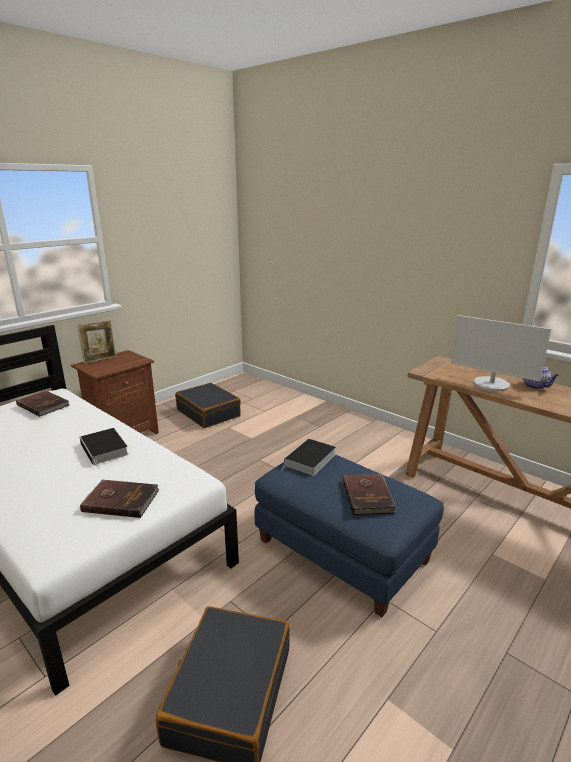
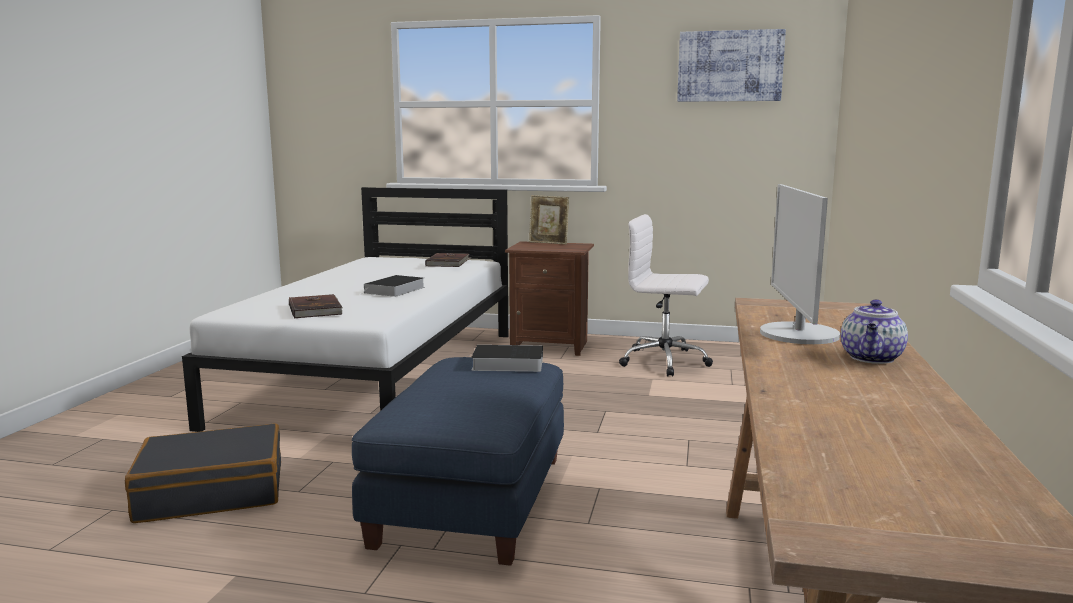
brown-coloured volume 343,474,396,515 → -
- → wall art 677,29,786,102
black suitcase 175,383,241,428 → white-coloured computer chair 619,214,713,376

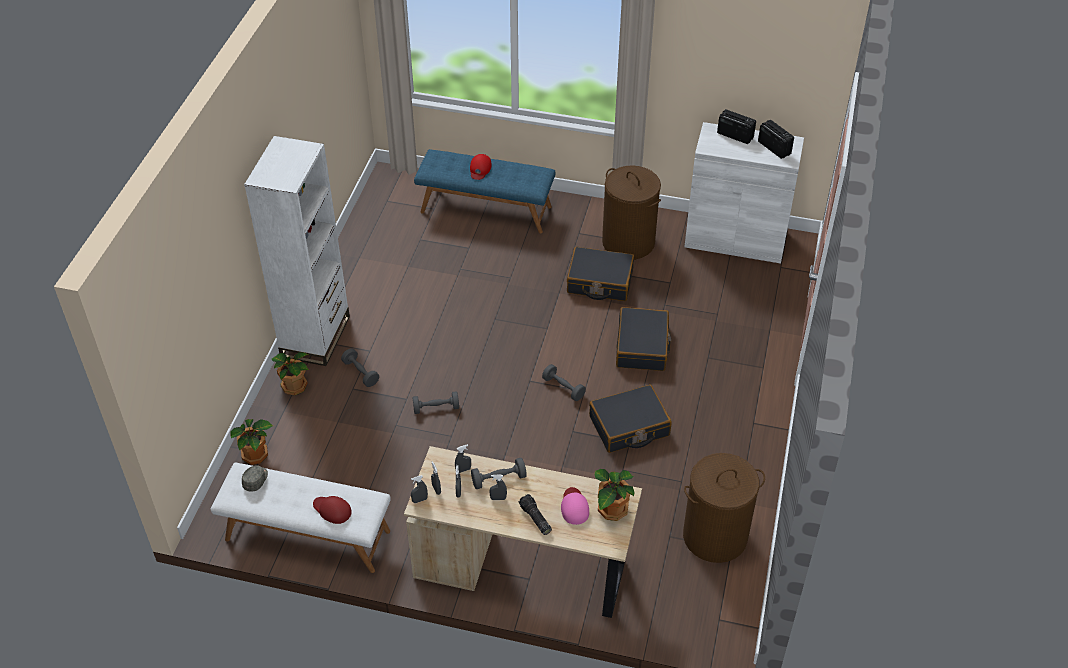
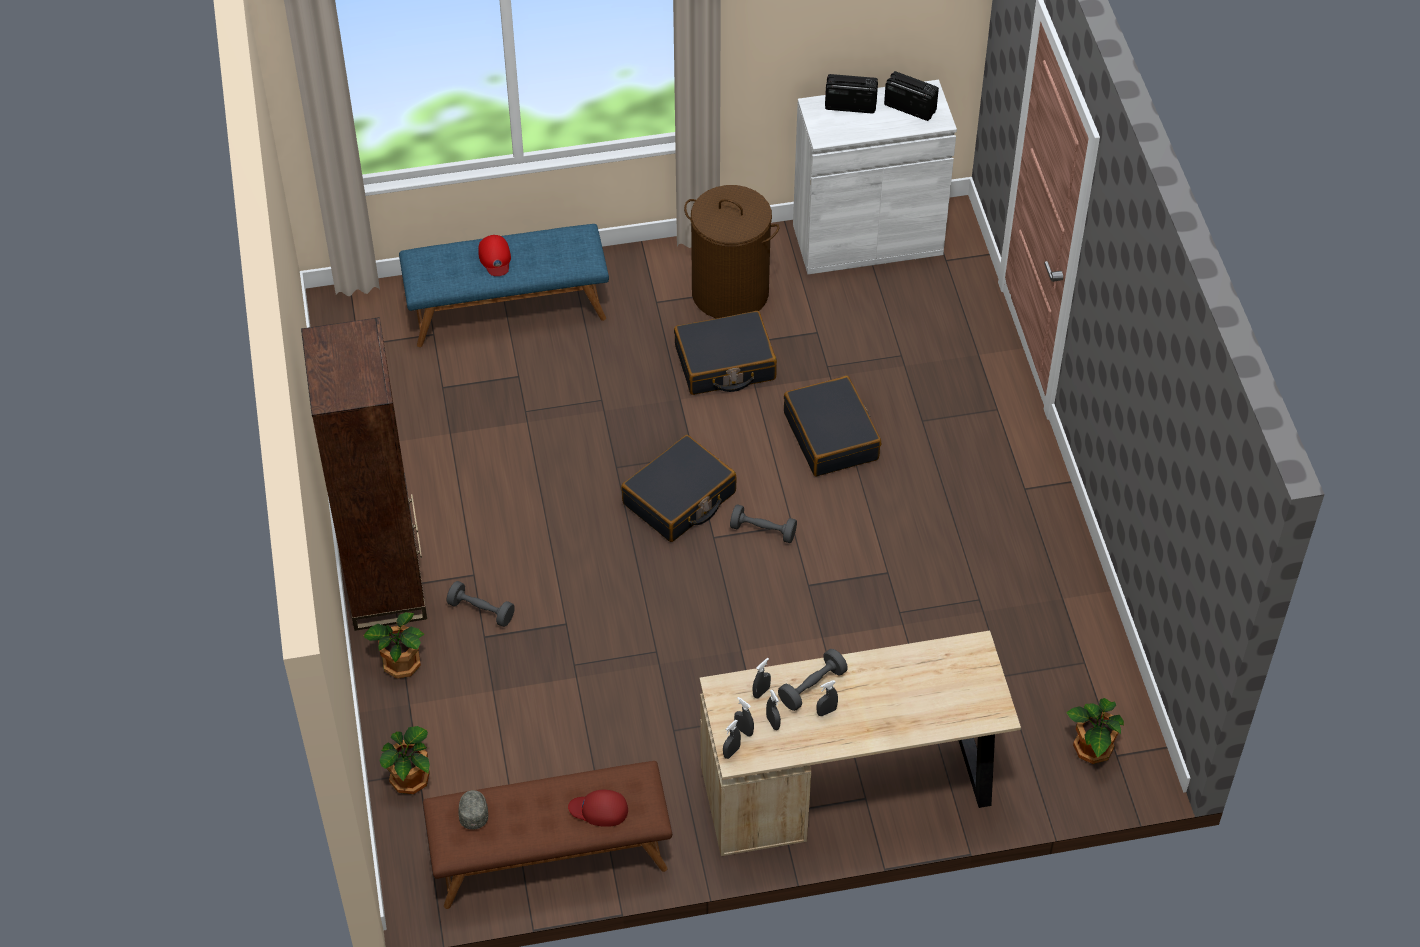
greyish dumbbell 412,391,459,414 → -
hand torch 519,494,552,535 → -
pink-coloured peaked cap 561,487,589,525 → -
brown-coloured hamper 683,453,765,563 → -
black suitcase 589,385,672,453 → black suitcase 621,435,737,542, shifted
plant in a pot 594,469,635,521 → plant in a pot 1066,698,1124,764, shifted
white-coloured bench 211,463,391,573 → brown-coloured bench 423,761,672,909
white-coloured bookcase 244,136,350,366 → brown-coloured bookcase 301,317,427,631

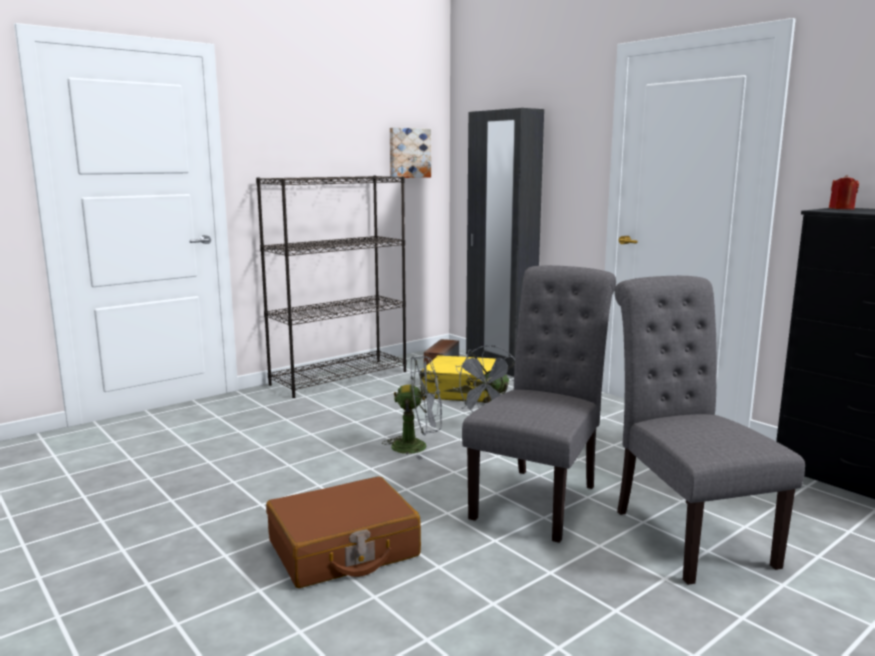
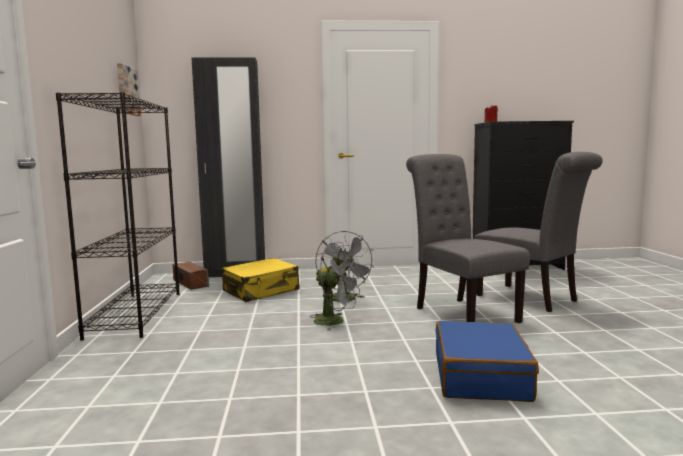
brown-coloured suitcase 266,476,421,588 → blue-coloured suitcase 436,321,539,402
greyish fan 382,356,442,460 → greyish fan 310,242,361,331, 75 degrees clockwise
greyish plain chair 614,276,805,585 → greyish plain chair 474,152,603,312, 150 degrees counterclockwise

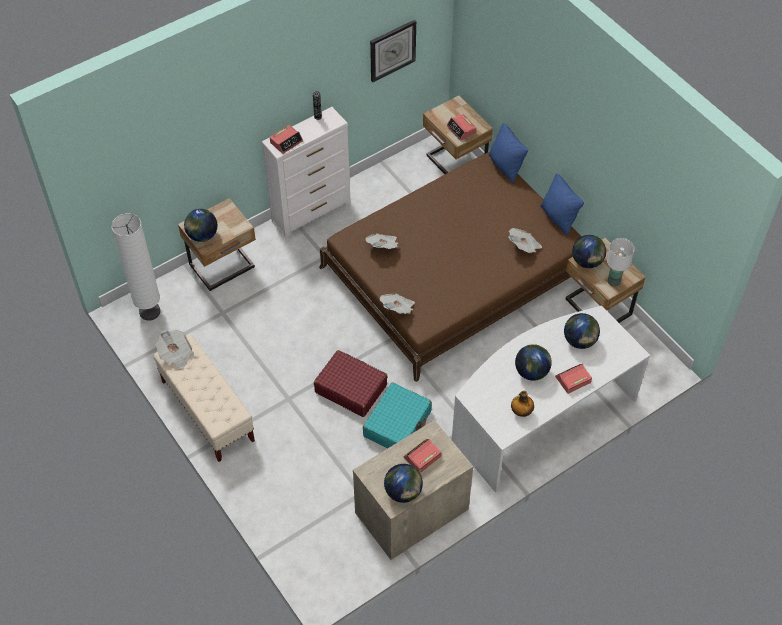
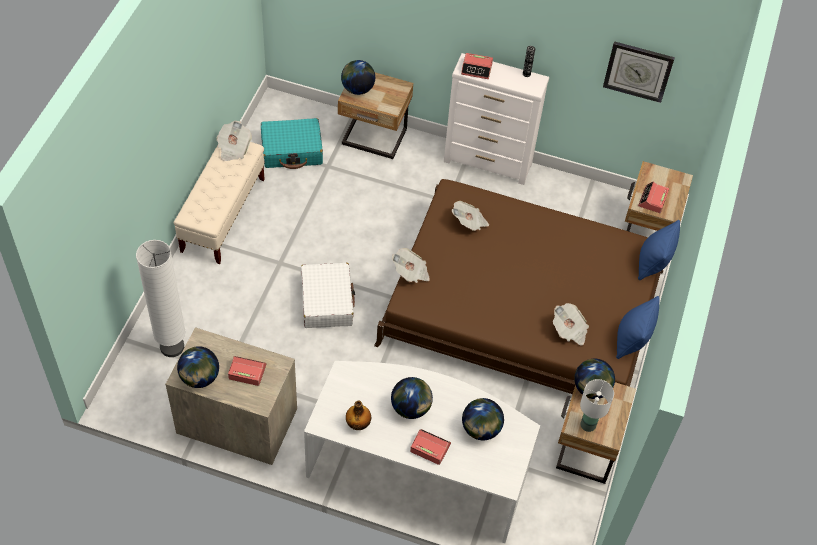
white-coloured floor lamp 111,213,160,321 → white-coloured floor lamp 136,240,185,357, shifted
blue-green suitcase 363,382,432,448 → blue-green suitcase 261,118,323,169, shifted
red-coloured suitcase 314,350,388,417 → white-coloured suitcase 300,263,355,328

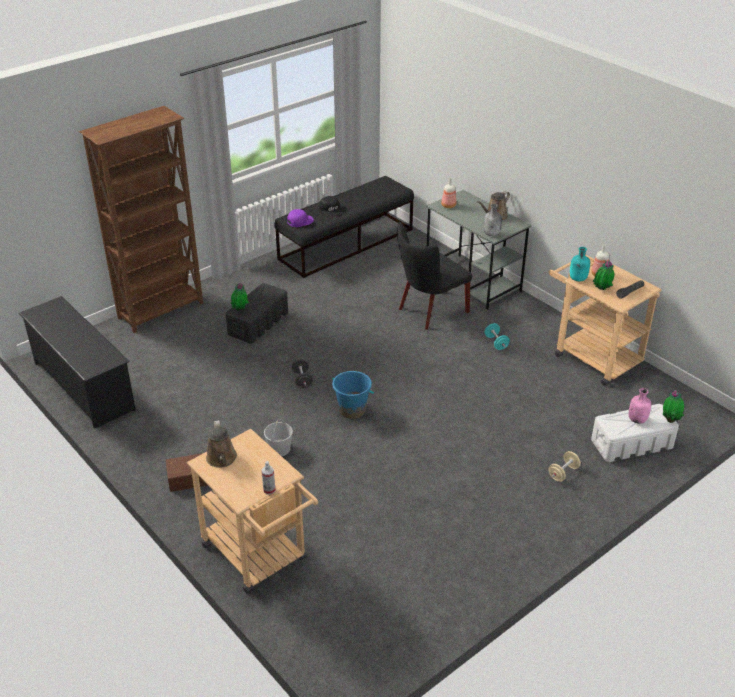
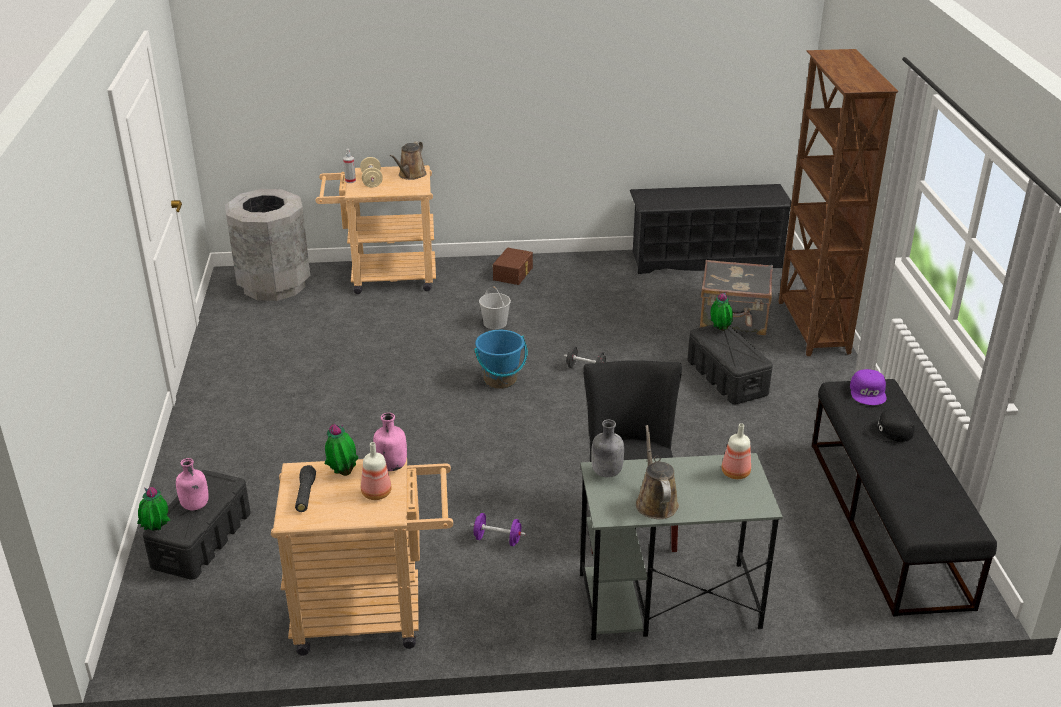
- → greyish rubbish bin 225,189,310,301
- → greyish suitcase 700,260,773,335
beige-coloured dumbbell 548,451,581,482 → beige-coloured dumbbell 360,157,383,187, shifted
blue-green dumbbell 485,323,510,350 → purple dumbbell 470,513,526,546
blue-green beverage bottle 570,247,590,281 → pink-coloured beverage bottle 373,413,407,471
white-coloured storage bin 591,404,679,462 → black storage bin 143,470,251,580
brown-coloured sprinkling can 206,420,237,468 → brown-coloured sprinkling can 390,141,427,180, 90 degrees counterclockwise

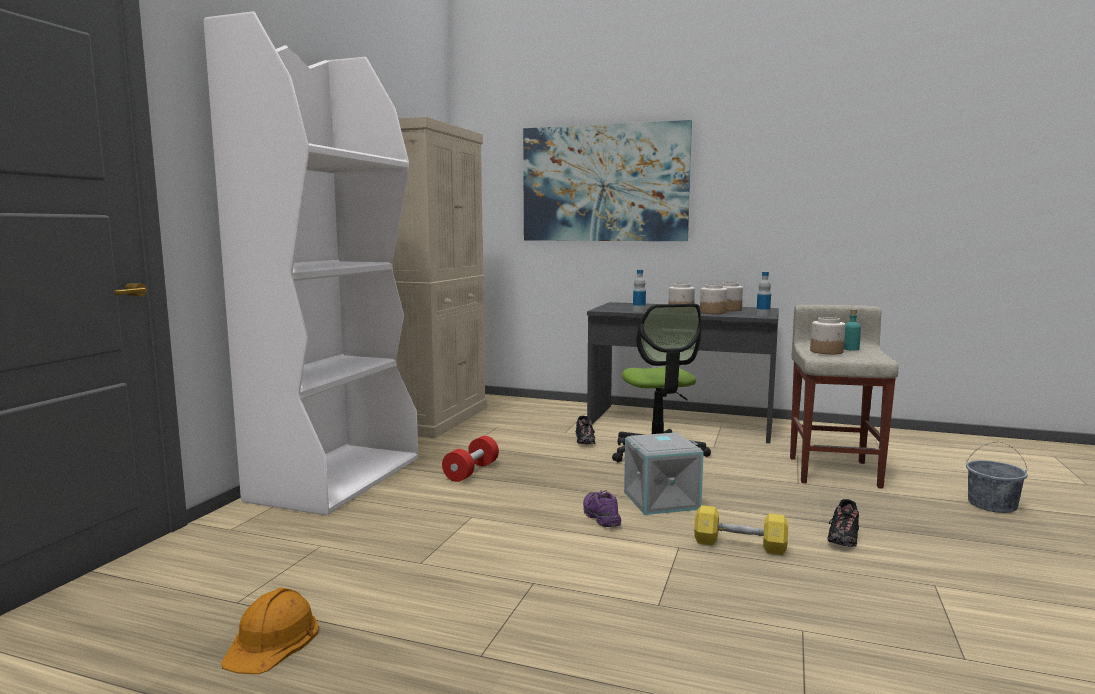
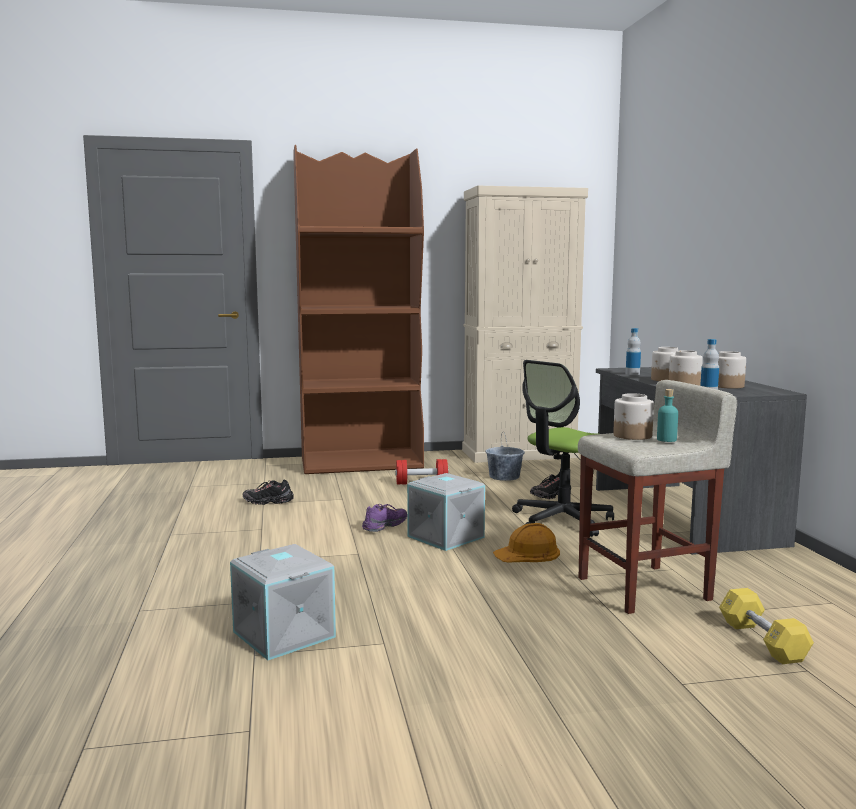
wall art 523,120,692,241 → -
- → greyish storage bin 230,544,336,660
orange-coloured work helmet 221,588,319,674 → orange-coloured work helmet 493,523,560,563, shifted
yellow dumbbell 694,505,788,555 → yellow dumbbell 719,588,814,664, shifted
black low shoe 827,499,859,547 → black low shoe 243,479,294,505, shifted
greyish water bucket 966,442,1028,513 → greyish water bucket 485,431,525,481, shifted
white-coloured bookcase 203,11,418,515 → brown-coloured bookcase 293,145,424,474

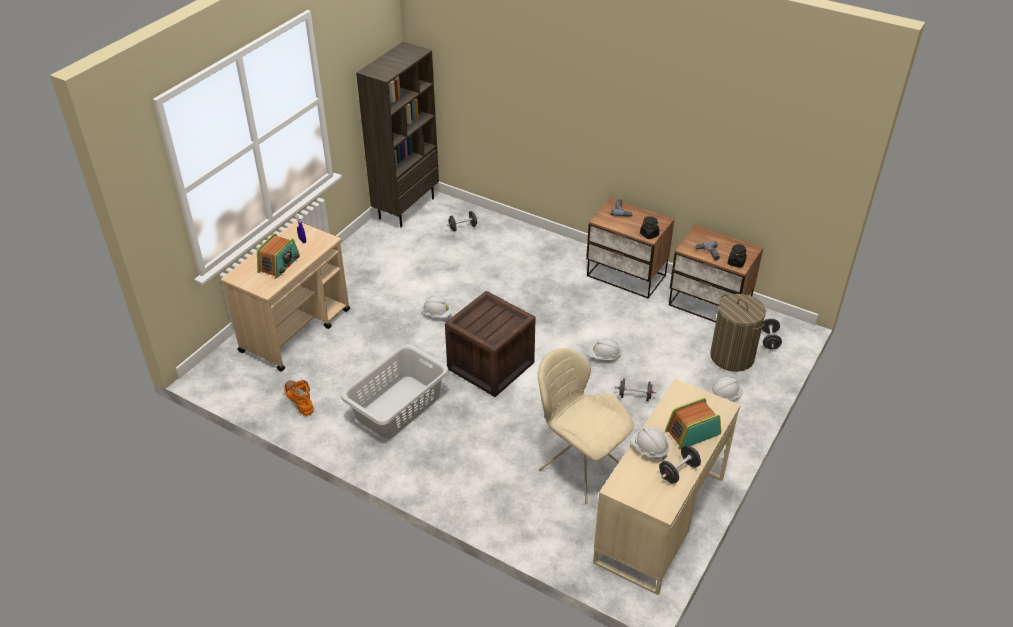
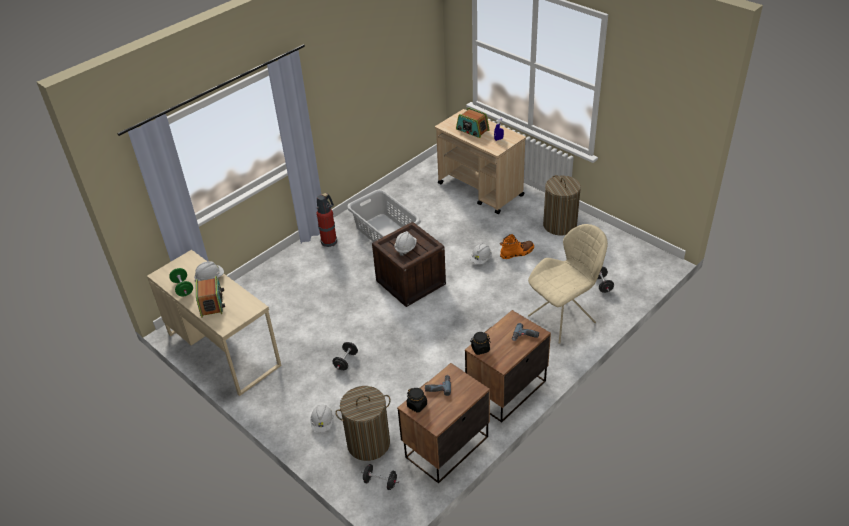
brown-coloured bookcase 356,42,439,227 → -
- → extinguisher 316,193,337,247
- → hamper 543,175,581,236
orange-coloured tall boot 284,380,314,416 → orange-coloured tall boot 500,234,534,259, shifted
beige-coloured plain chair 538,348,634,504 → beige-coloured plain chair 528,224,608,344, shifted
white-coloured work helmet 589,338,621,360 → white-coloured work helmet 394,231,417,256, shifted
black dumbbell 659,445,701,484 → green dumbbell 169,268,193,296

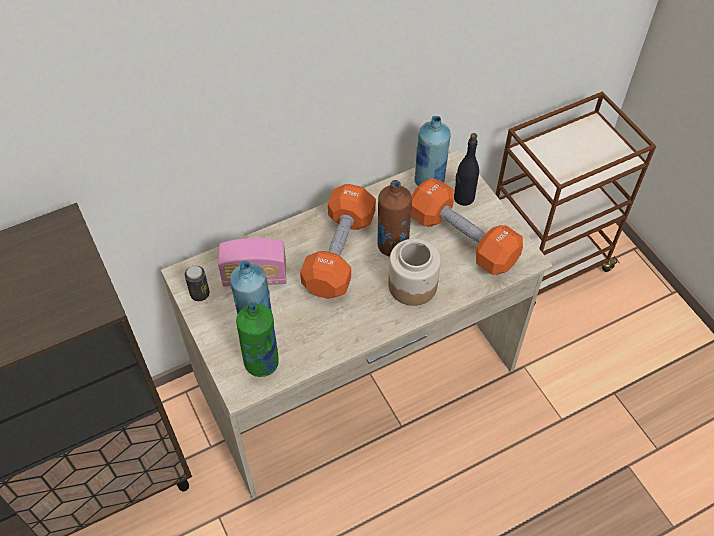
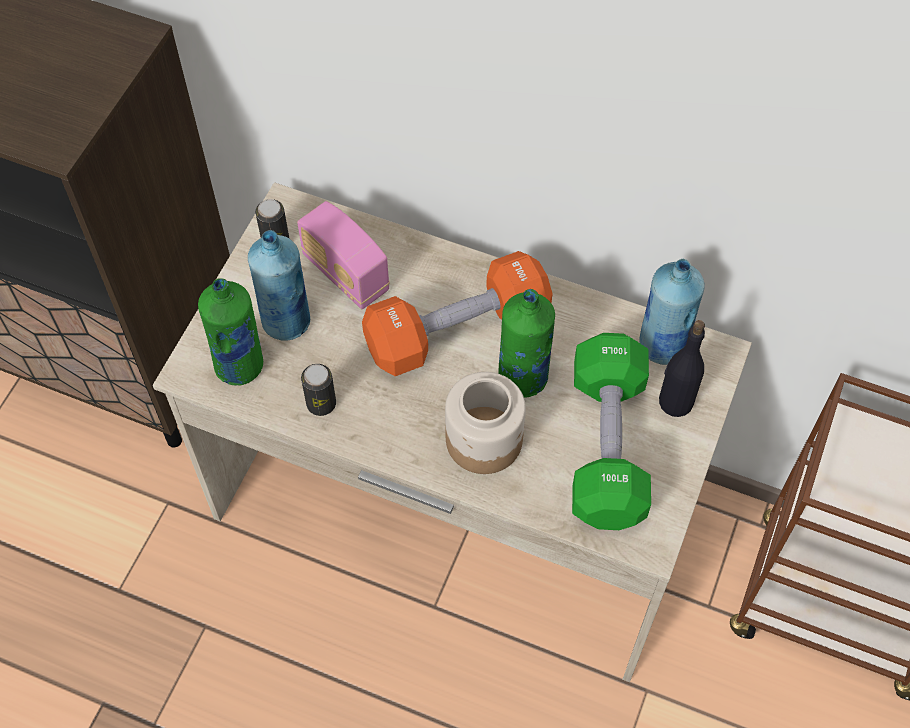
- → can 301,364,336,416
brown-coloured beverage bottle 377,180,412,257 → green beverage bottle 498,289,555,397
orange-coloured dumbbell 411,178,523,275 → green dumbbell 572,333,651,530

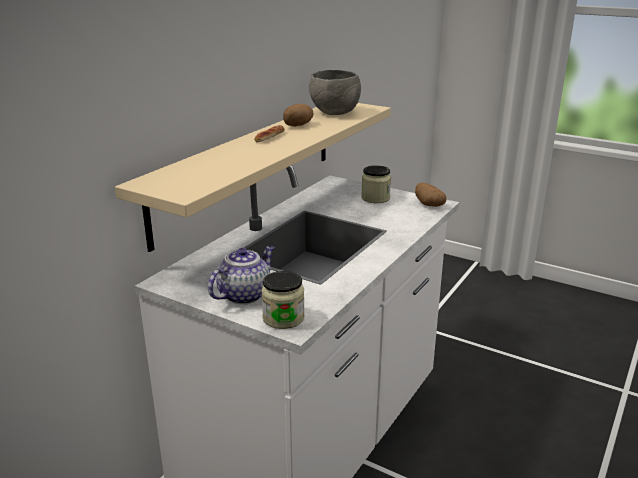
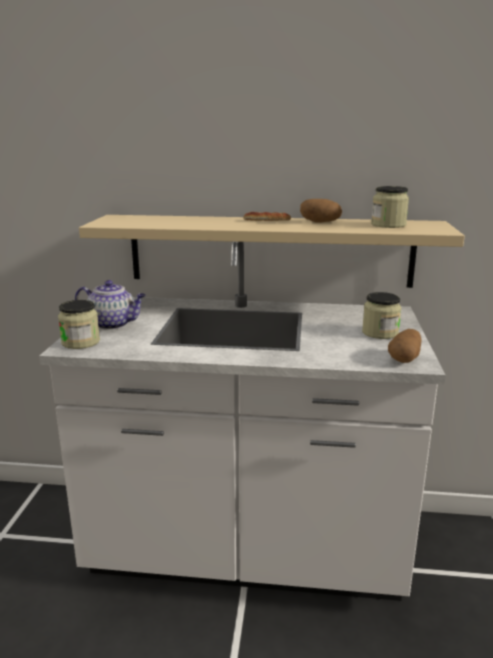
greyish serving bowl 309,70,361,115 → jar 371,186,409,228

